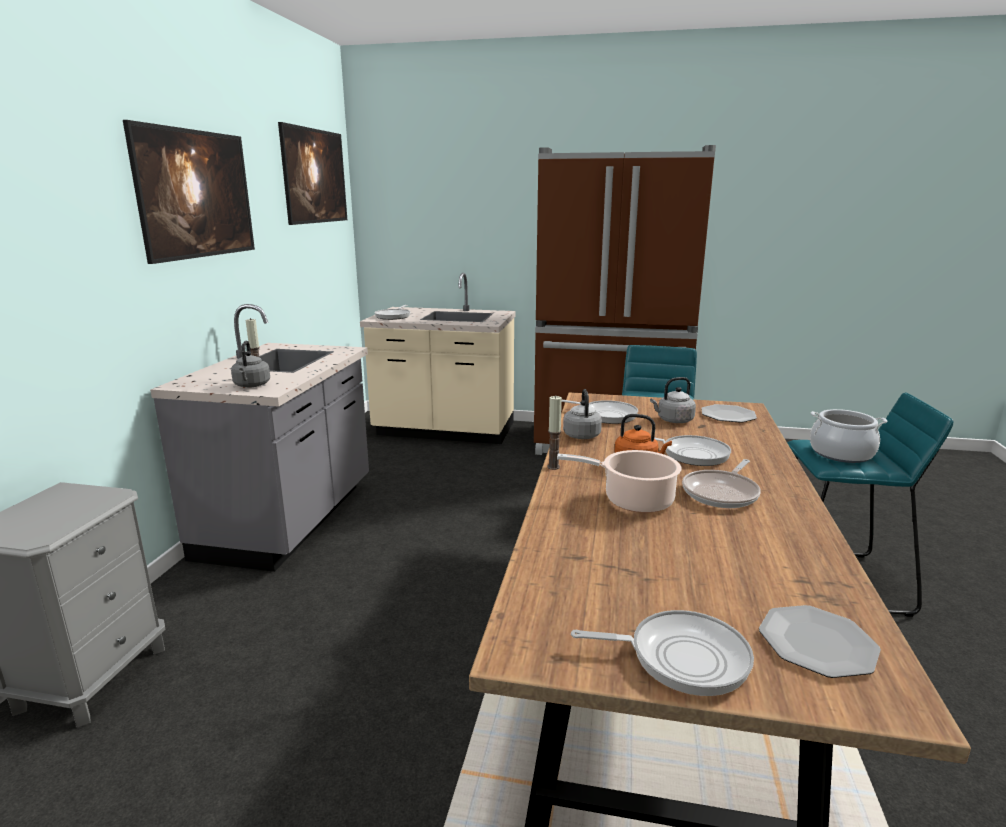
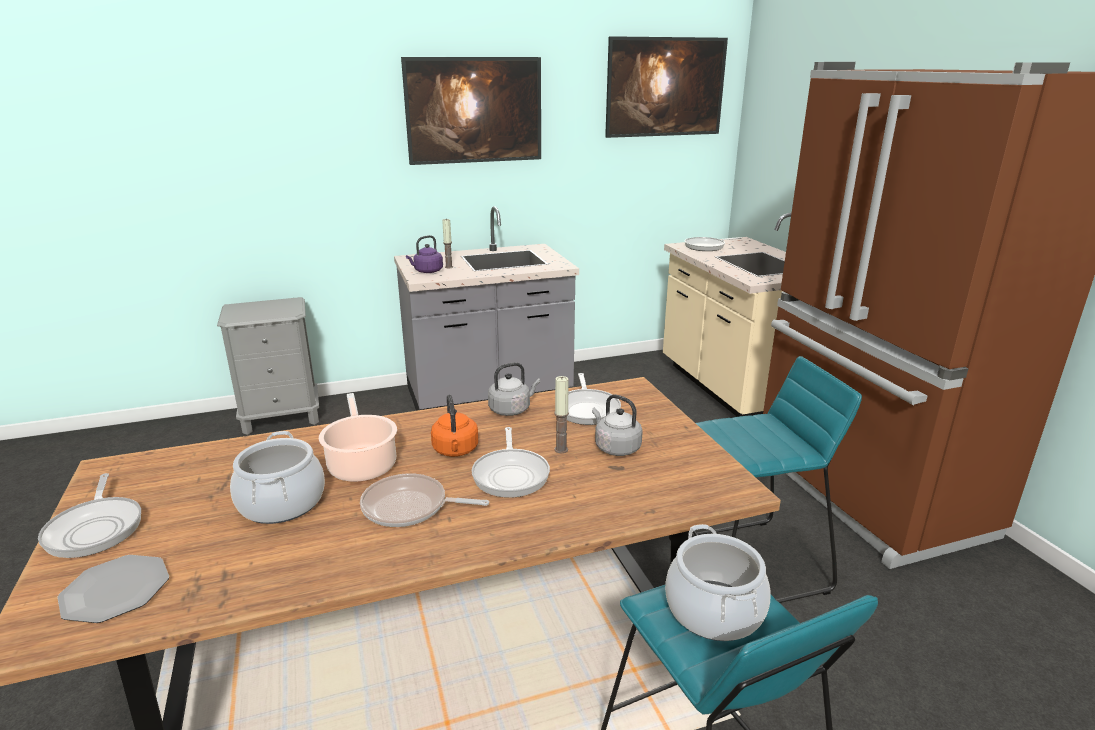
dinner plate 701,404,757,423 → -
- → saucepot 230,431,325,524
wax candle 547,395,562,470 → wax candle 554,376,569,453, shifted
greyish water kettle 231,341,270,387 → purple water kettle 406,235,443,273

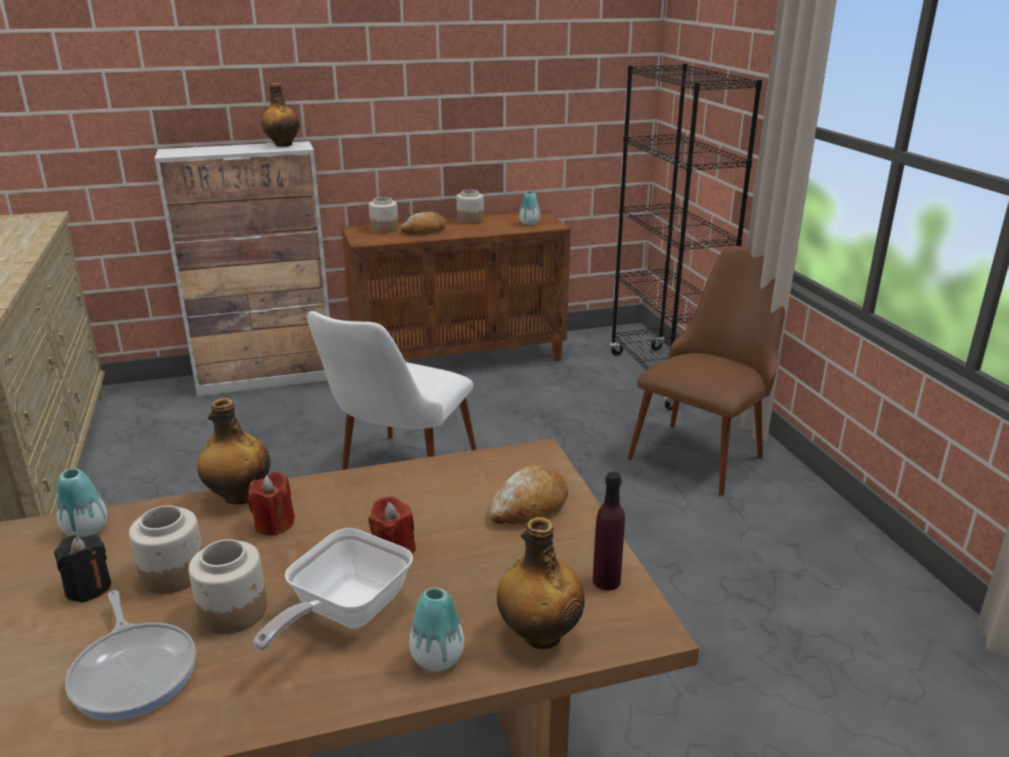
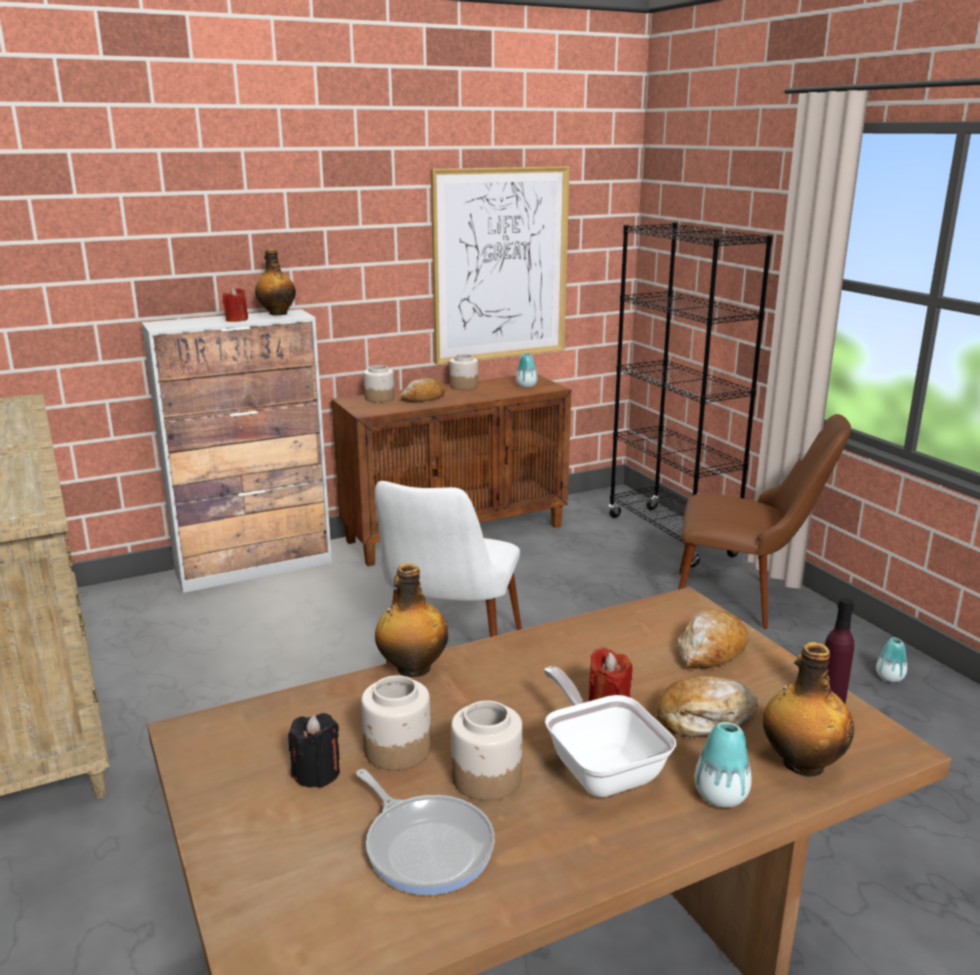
- → wall art 431,166,570,365
- → bread 656,676,758,737
decorative vase 56,468,107,537 → decorative vase 876,637,907,682, shifted
red-coloured wax candle 248,472,295,536 → red-coloured wax candle 223,287,248,322, shifted
frying pan 253,528,413,651 → frying pan 543,666,676,798, 135 degrees clockwise
brown-coloured plain chair 628,246,785,496 → brown-coloured plain chair 678,414,851,629, 75 degrees clockwise

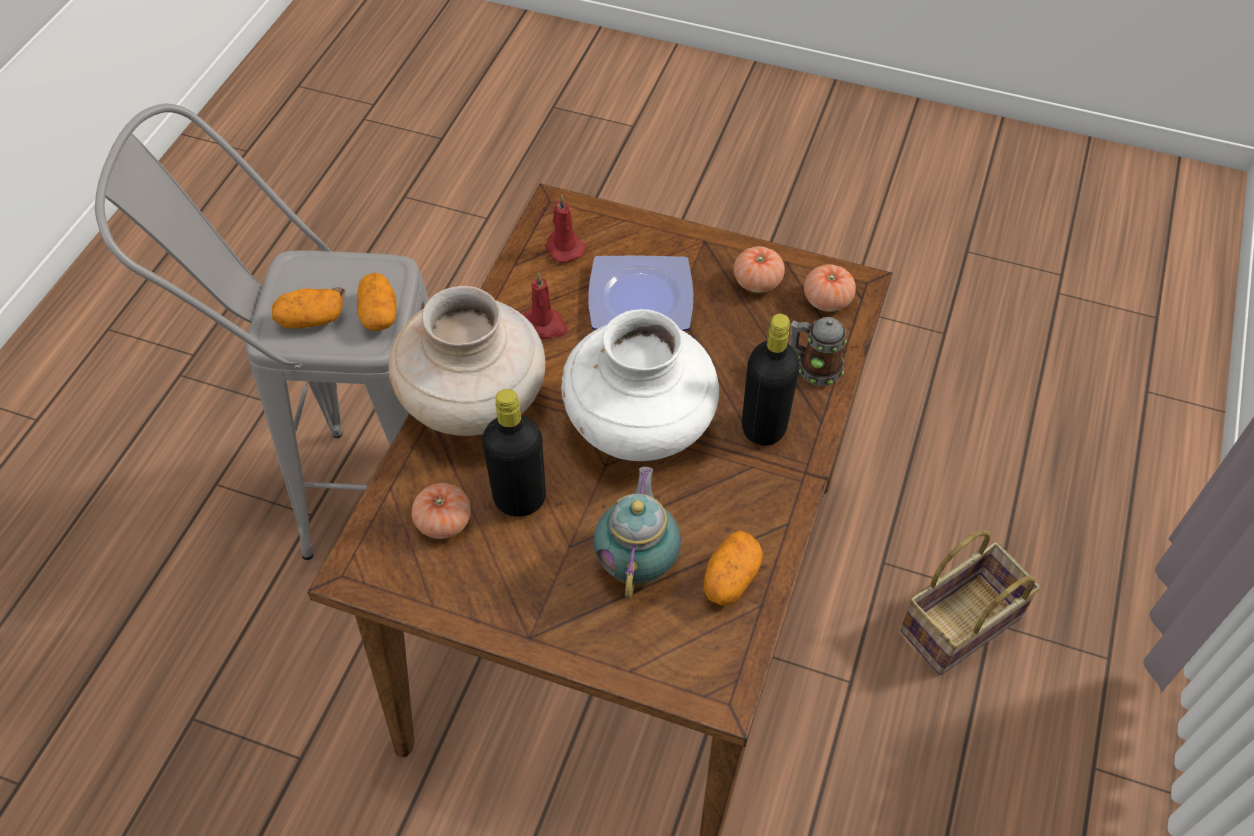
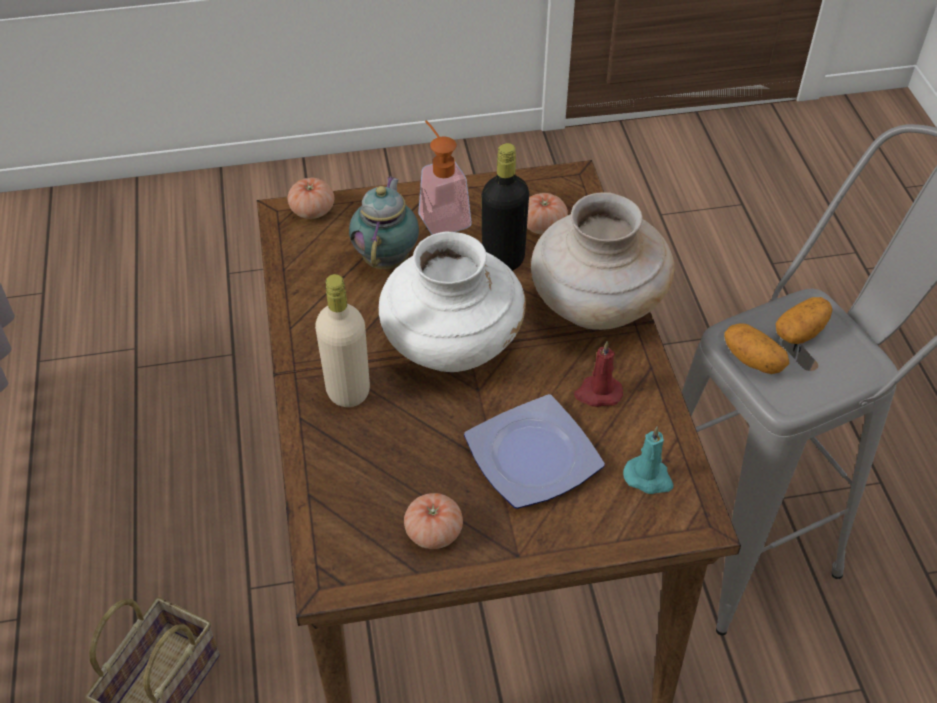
spud 703,531,763,606 → -
tea mug 790,317,847,386 → -
- → liquid soap bottle 419,120,472,235
fresh tomato 804,264,856,312 → fresh tomato 287,178,334,219, shifted
red-coloured wax candle 545,195,585,263 → blue-green wax candle 623,426,673,494
black beverage bottle 742,314,800,446 → beige-coloured beverage bottle 315,274,370,407
pot for tea 593,467,681,600 → pot for tea 349,177,419,269, 150 degrees counterclockwise

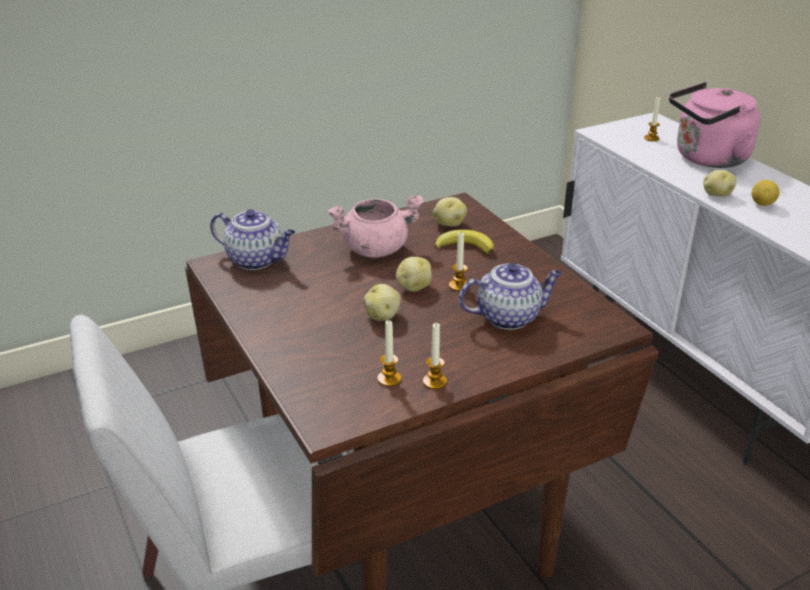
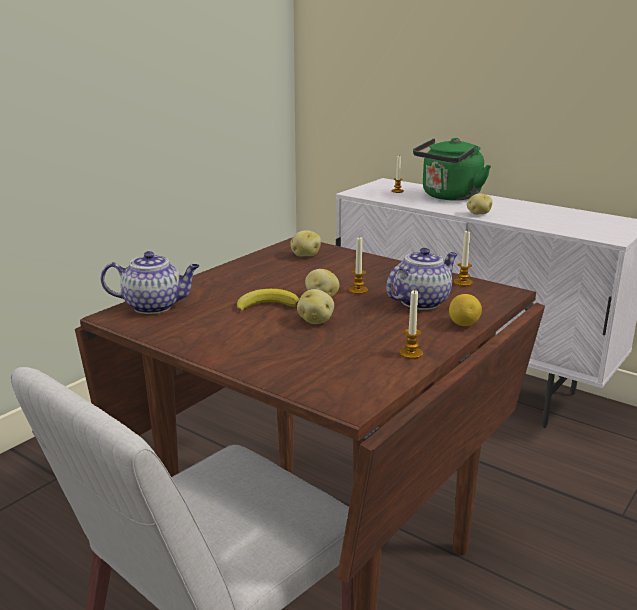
pink-coloured saucepot 328,195,424,258 → -
wax candle 377,320,401,387 → wax candle 454,230,473,286, shifted
banana fruit 435,229,494,254 → banana fruit 237,289,299,313, shifted
citrus fruit 752,180,780,206 → citrus fruit 449,294,482,326, shifted
pink-coloured water kettle 669,82,760,168 → green water kettle 413,138,491,201

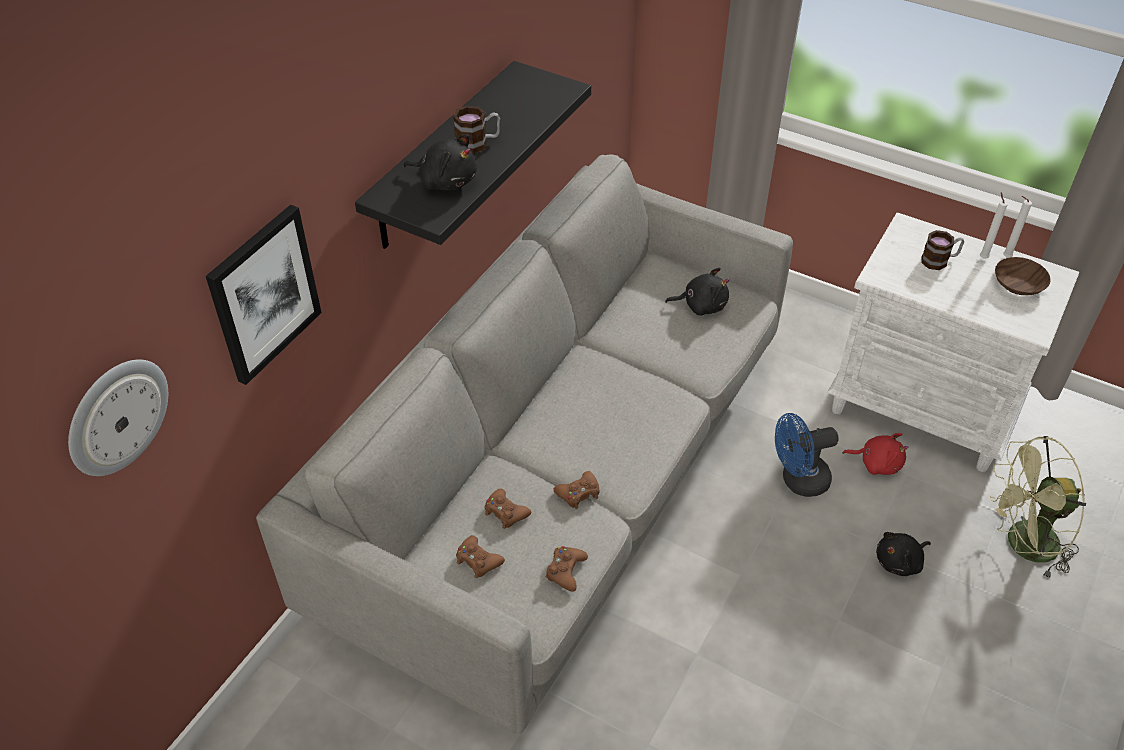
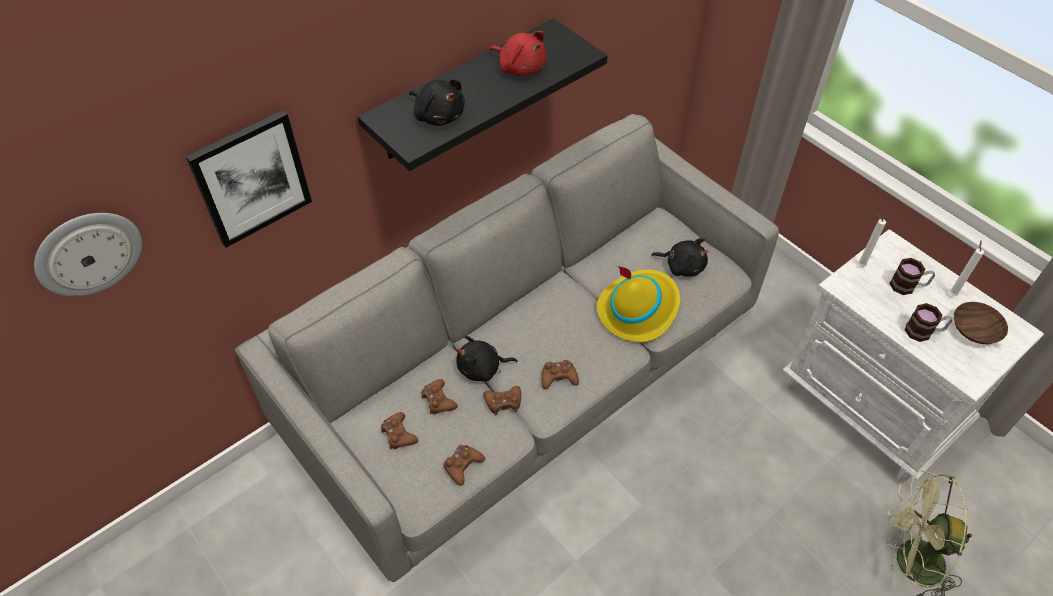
blue-coloured fan 775,413,838,497 → -
- → brown-coloured game controller 542,360,579,389
- → yellow clothing hat 597,266,680,342
tea mug 453,105,500,154 → tea mug 905,303,952,342, shifted
red-coloured cuddly toy 842,433,909,475 → red-coloured cuddly toy 490,31,547,76, shifted
black cuddly toy 876,532,931,576 → black cuddly toy 456,336,518,382, shifted
white-coloured wax candle 1003,196,1032,258 → white-coloured wax candle 858,214,886,267, shifted

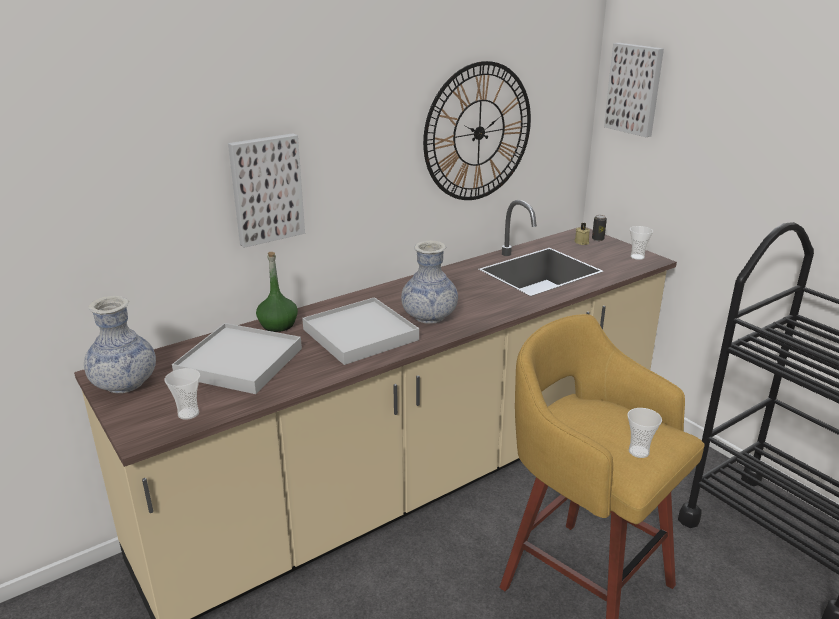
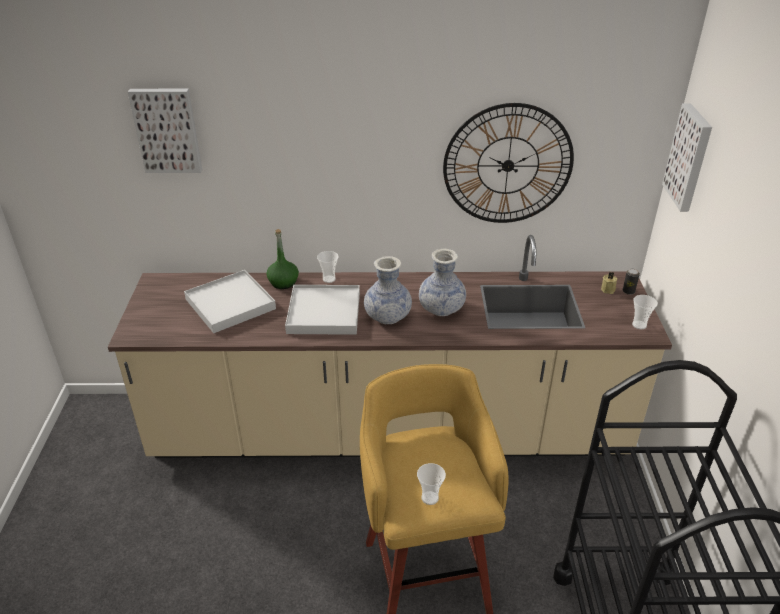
decorative vase 84,296,156,393 → decorative vase 419,249,466,316, shifted
drinking cup 164,368,200,420 → drinking cup 317,251,339,283, shifted
wall art 228,133,305,248 → wall art 128,89,202,173, shifted

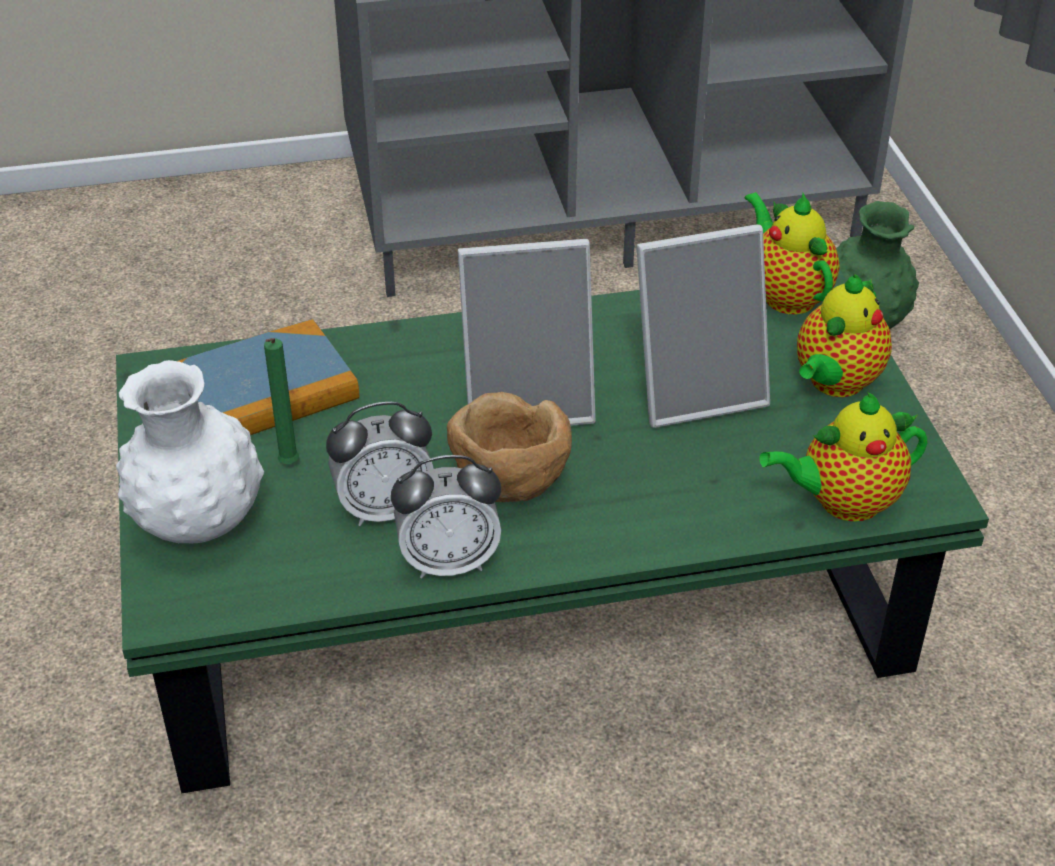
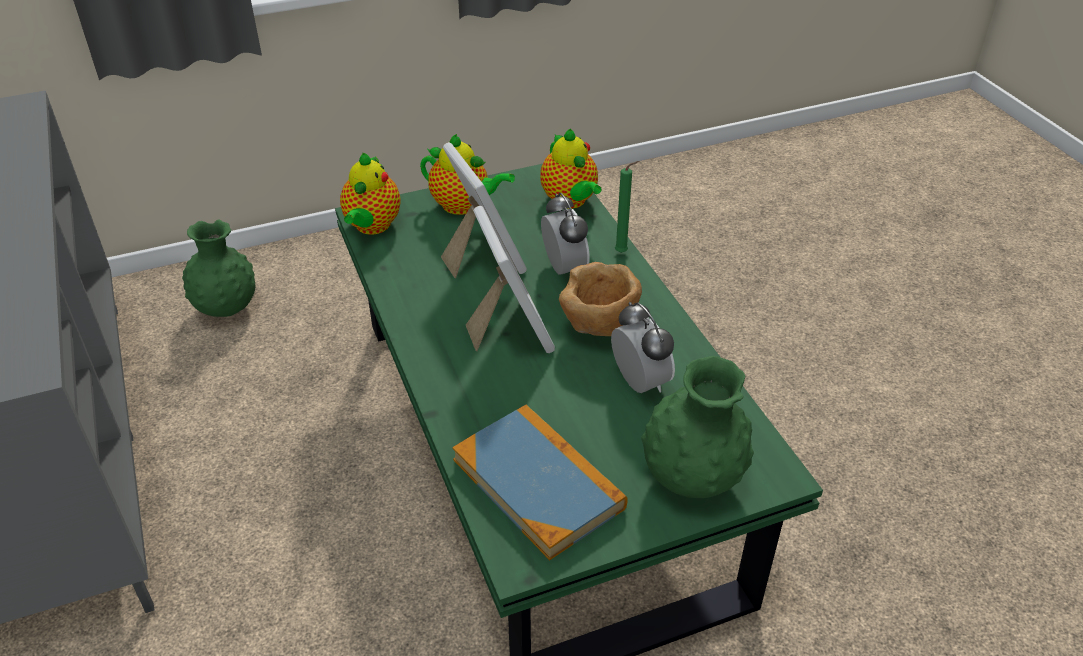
green wax candle 264,338,299,464 → green wax candle 615,161,639,253, shifted
table clock 391,455,501,578 → table clock 541,193,590,275, shifted
white-coloured decorative vase 116,360,264,543 → green decorative vase 641,356,754,498
pot for tea 745,192,840,314 → pot for tea 340,152,401,235, 45 degrees counterclockwise

